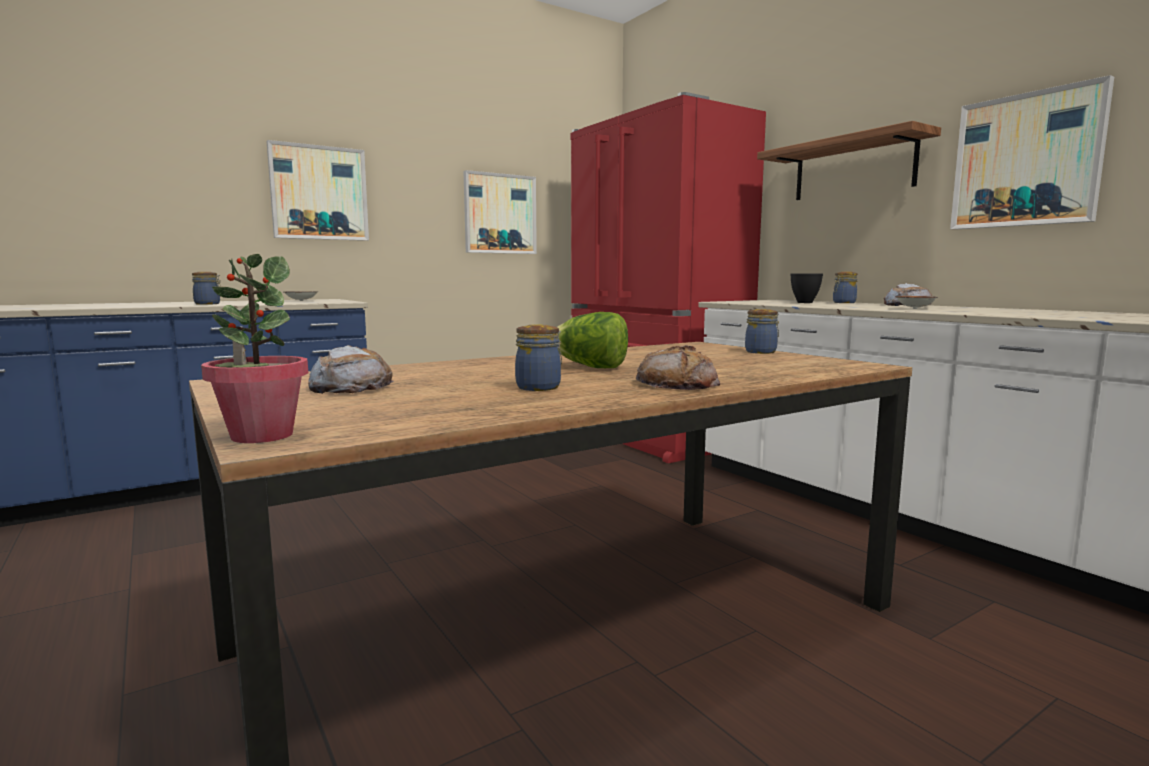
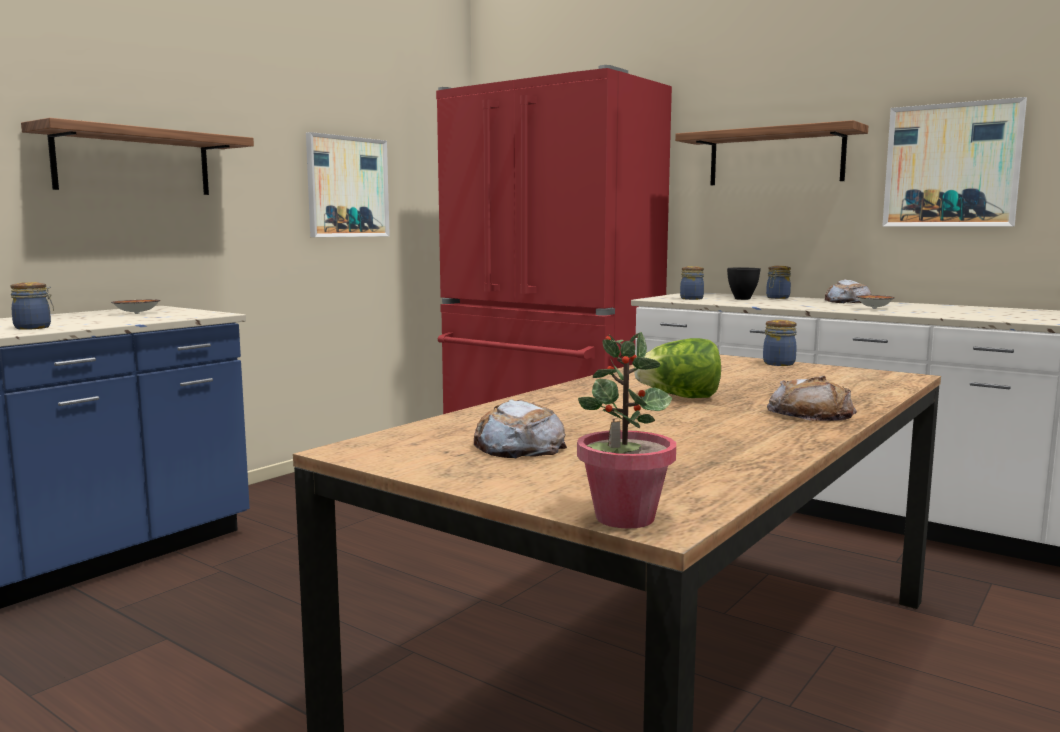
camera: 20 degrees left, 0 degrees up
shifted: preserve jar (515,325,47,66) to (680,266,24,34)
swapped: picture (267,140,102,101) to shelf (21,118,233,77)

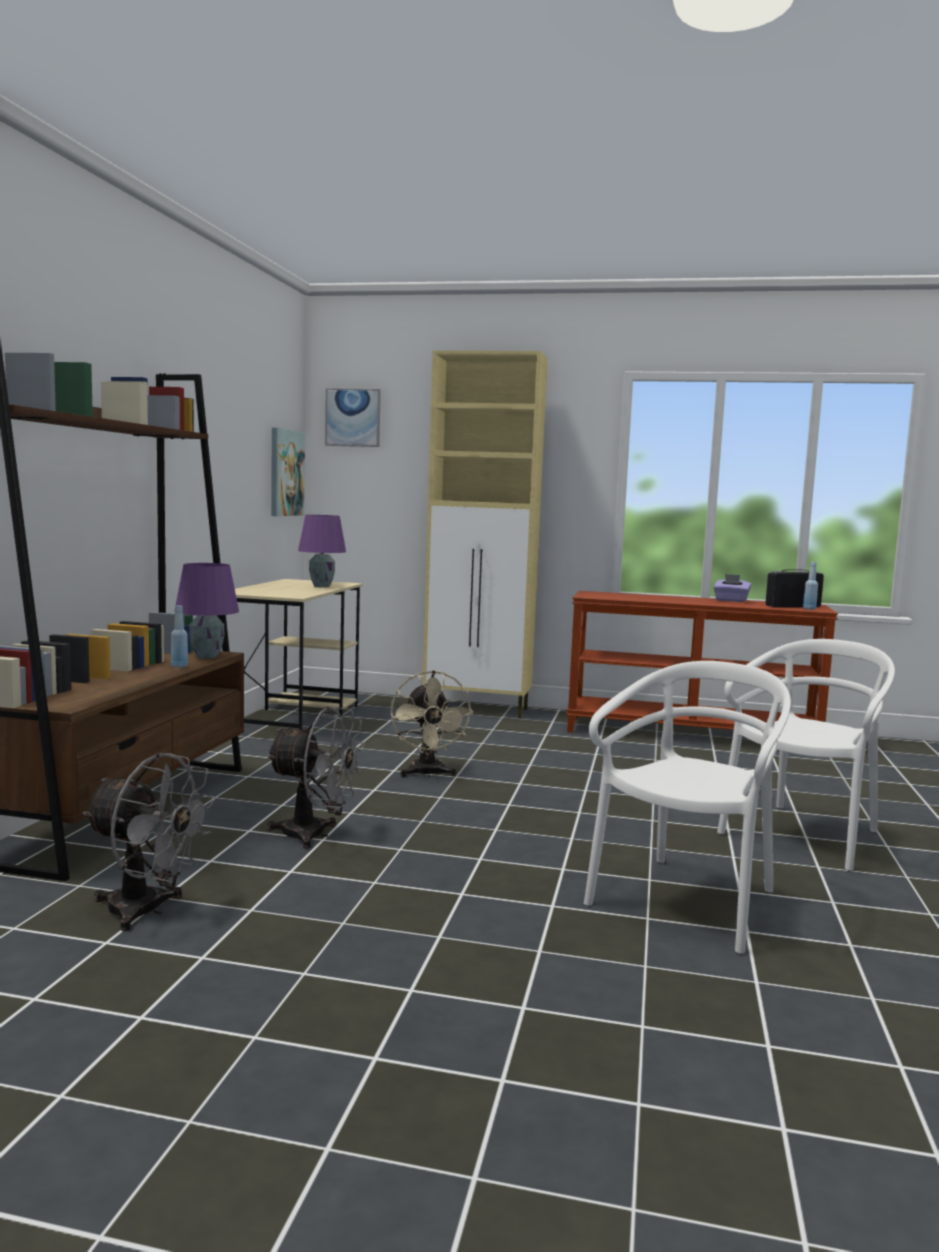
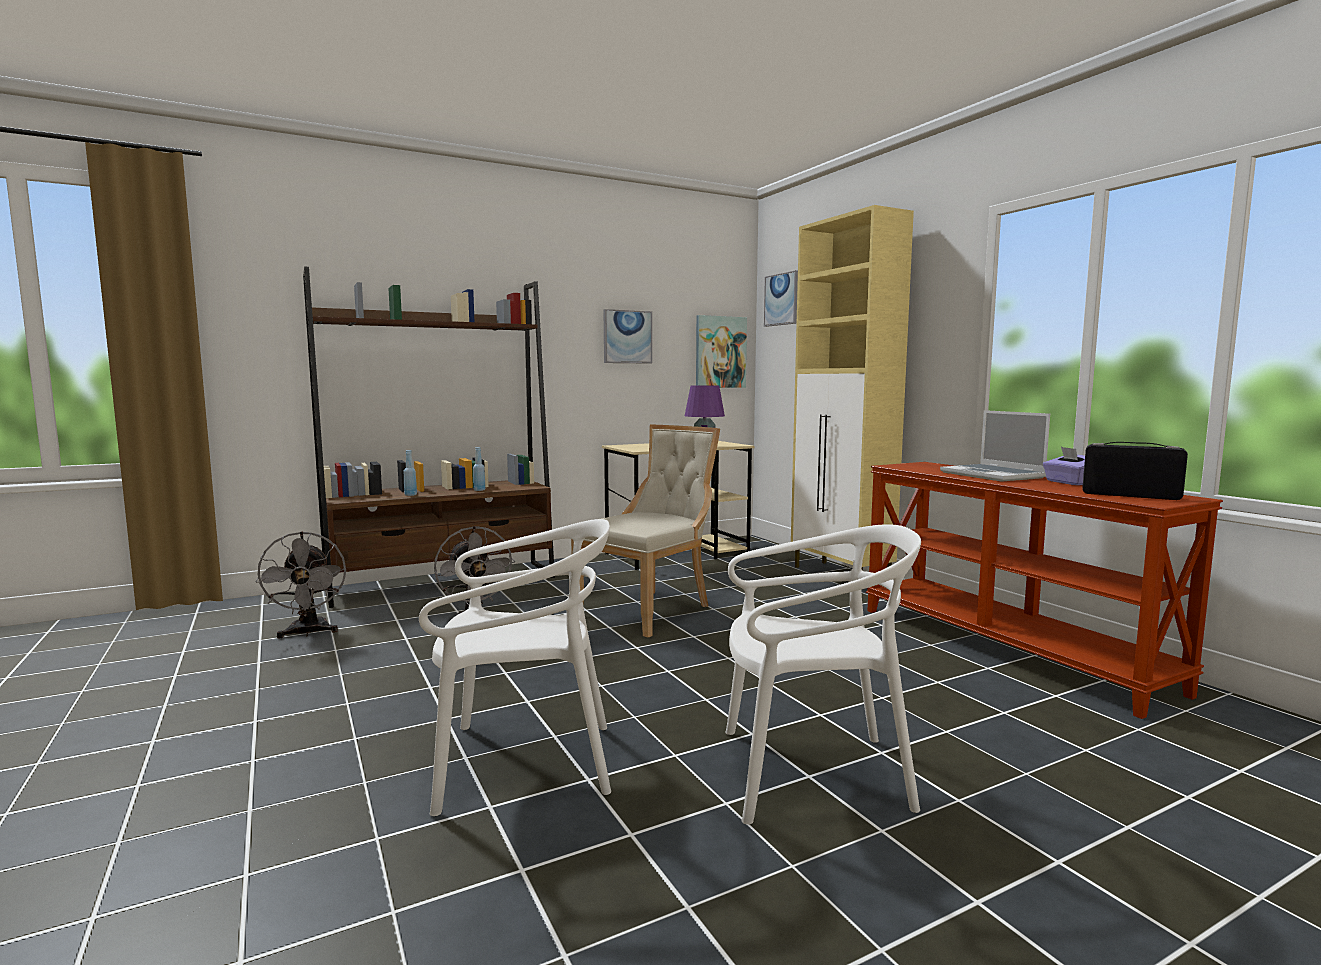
camera: 50 degrees right, 0 degrees up
gone: table lamp in purple (174,563,65,96)
new: picture (604,309,48,55); portable computer (940,410,110,72)
shifted: bottle in bluish (803,562,15,48) to (403,450,14,46)
swapped: cooling fan in beige-coloured (391,671,82,106) to upright chair in beige-coloured (571,425,149,213)

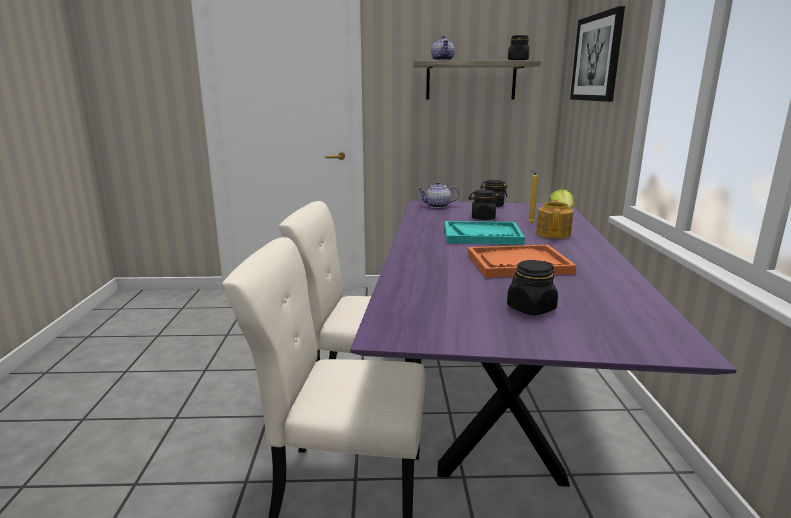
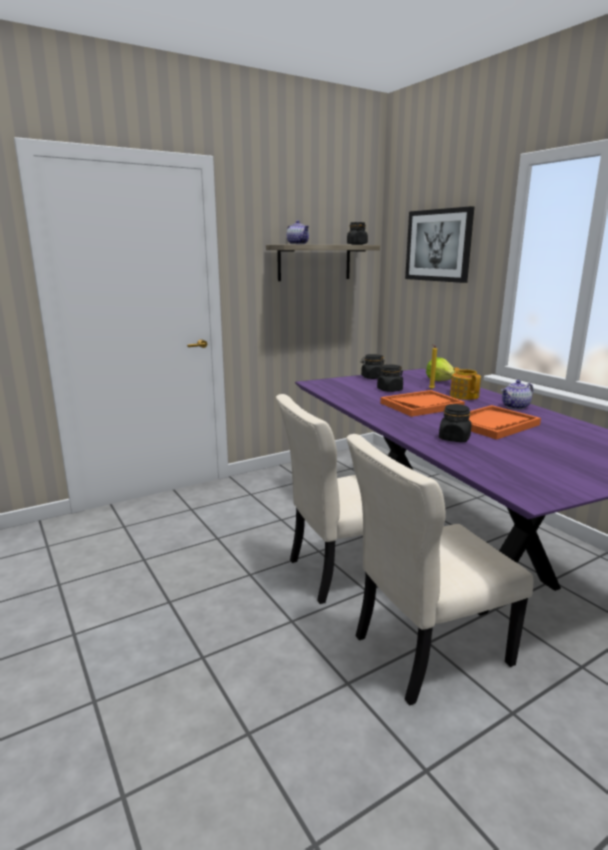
camera: 30 degrees left, 0 degrees up
shifted: teapot (417,182,42,26) to (501,380,32,30); preserve jar in black-coloured (507,260,51,55) to (439,404,33,38)
repainted: serving tray in turquoise (445,221,80,24) to serving tray in orange-coloured (380,390,85,27)

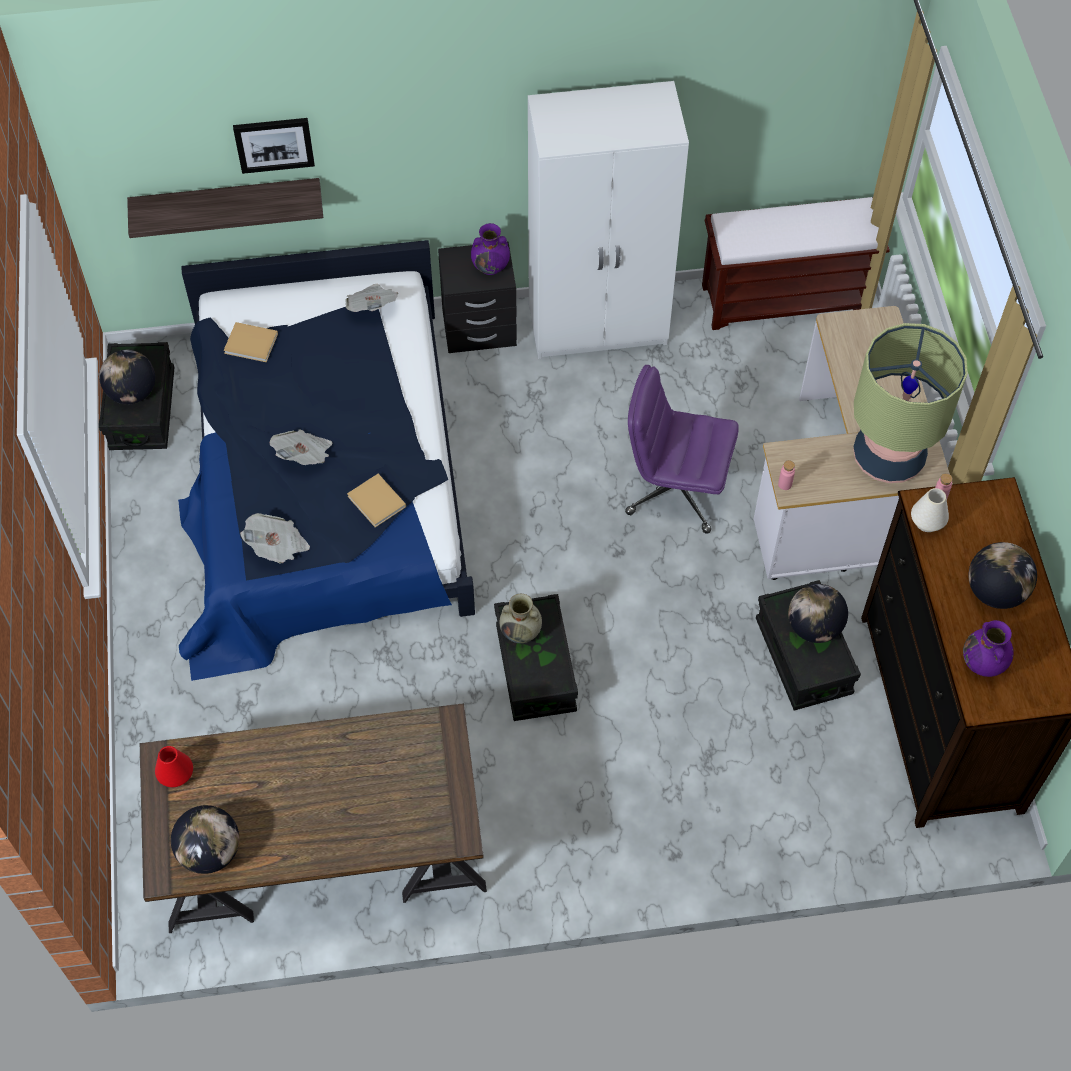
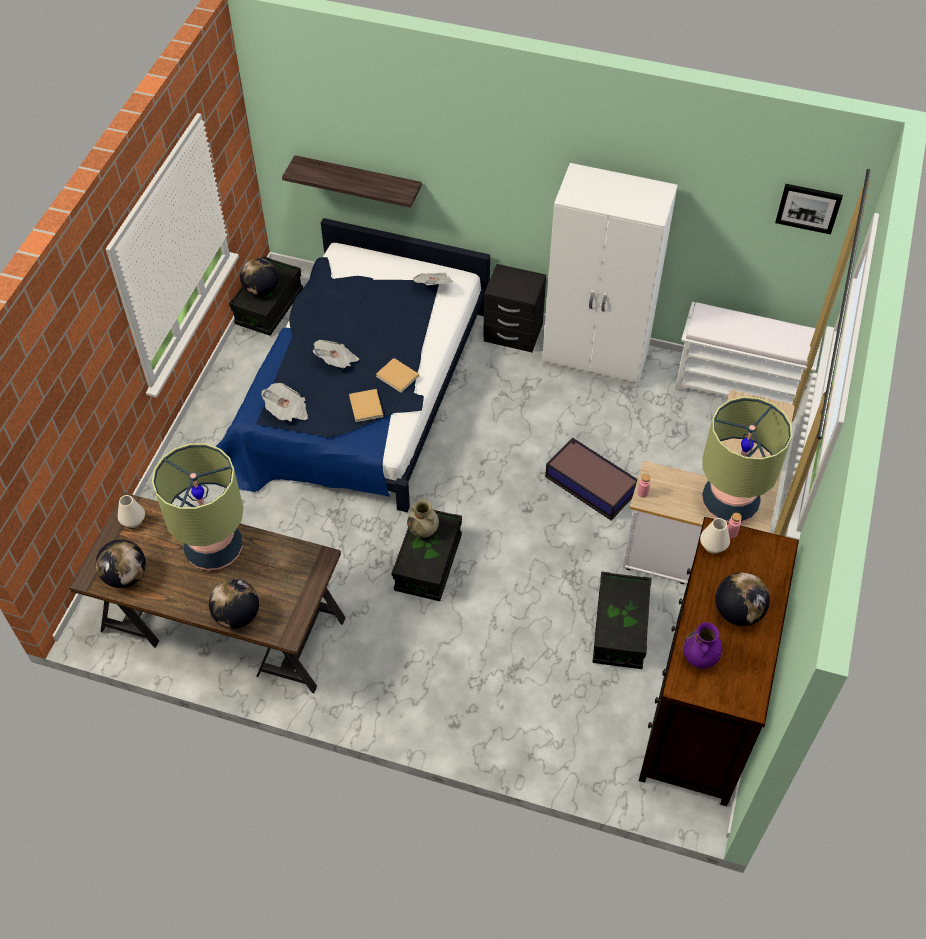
camera: 25 degrees right, 5 degrees down
gone: flower vase in purple (471,223,39,52)
new: table lamp (152,443,91,128)
shifted: bound book in beige-coloured (224,322,54,40) to (376,358,43,35); picture (233,118,82,56) to (775,184,68,51); world globe (788,584,60,59) to (209,579,50,50)
swapped: computer chair in purple (625,365,114,169) to storage box (545,437,93,84)
repainted: flower vase in red-coloured (155,746,38,41) to flower vase in whitish (118,495,27,33); bench in brown (702,197,188,133) to bench in whitish (675,302,148,102)

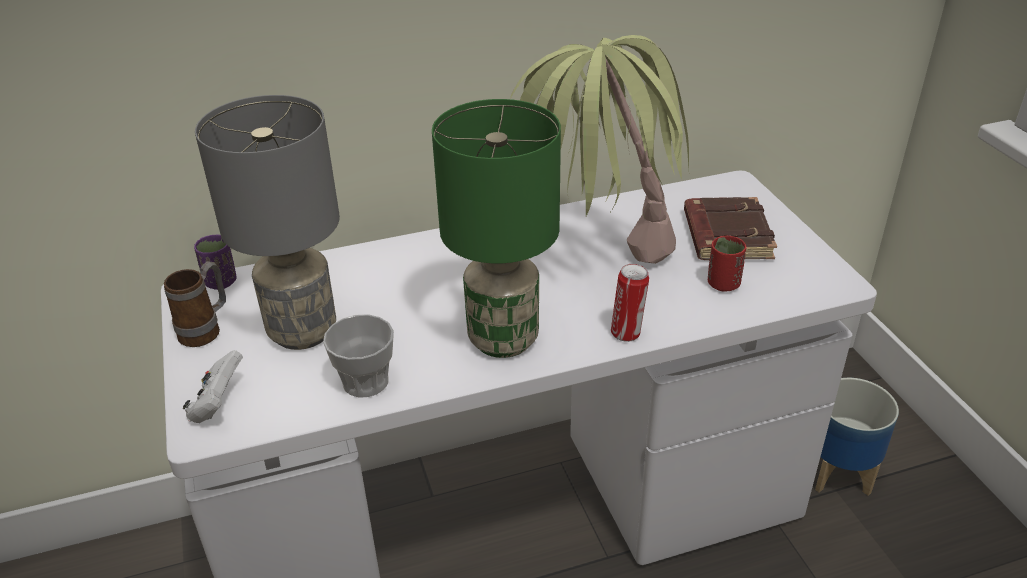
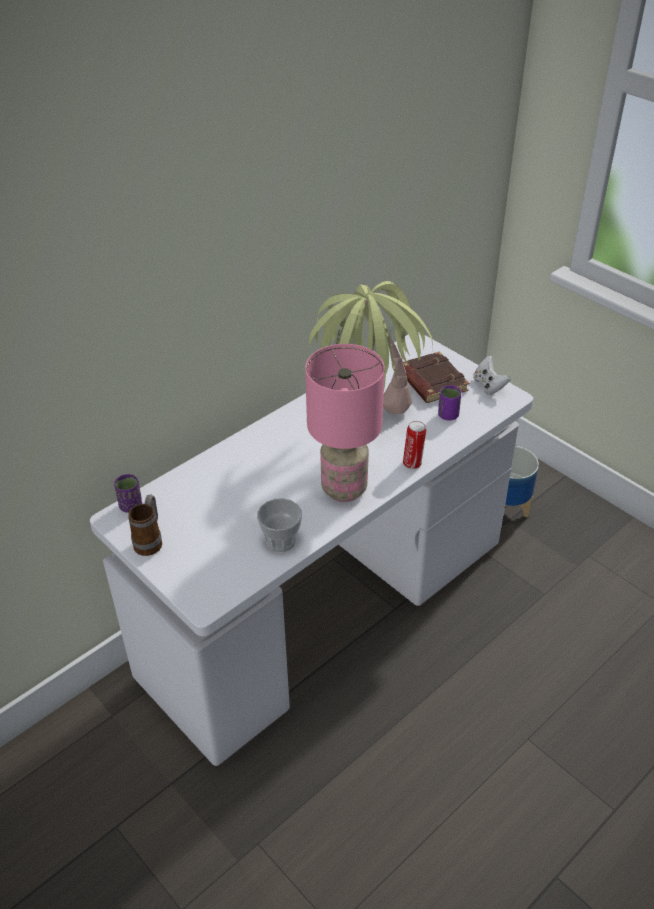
camera: 25 degrees left, 5 degrees up
gone: table lamp in grey (195,95,145,255)
shifted: game controller in whitish (183,350,60,73) to (473,356,38,39)
repainted: table lamp in green-coloured (432,99,129,259) to table lamp in pink-coloured (305,344,80,158); drinking cup in red-coloured (708,236,39,56) to drinking cup in purple (438,385,23,36)

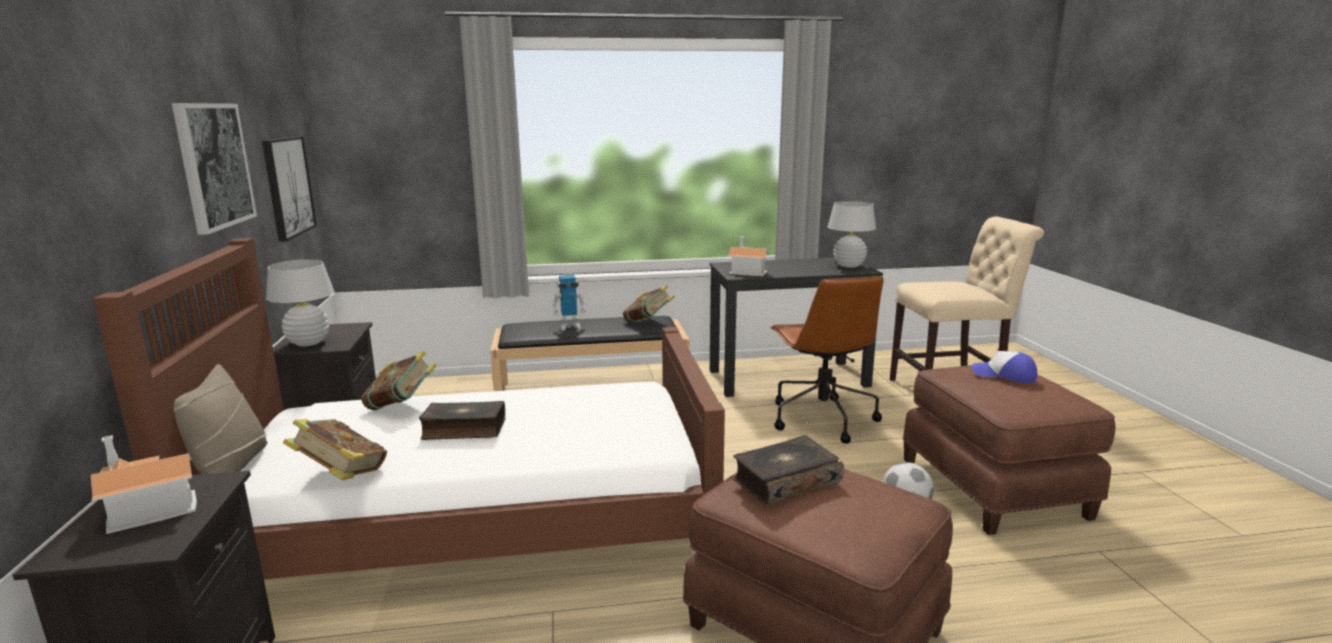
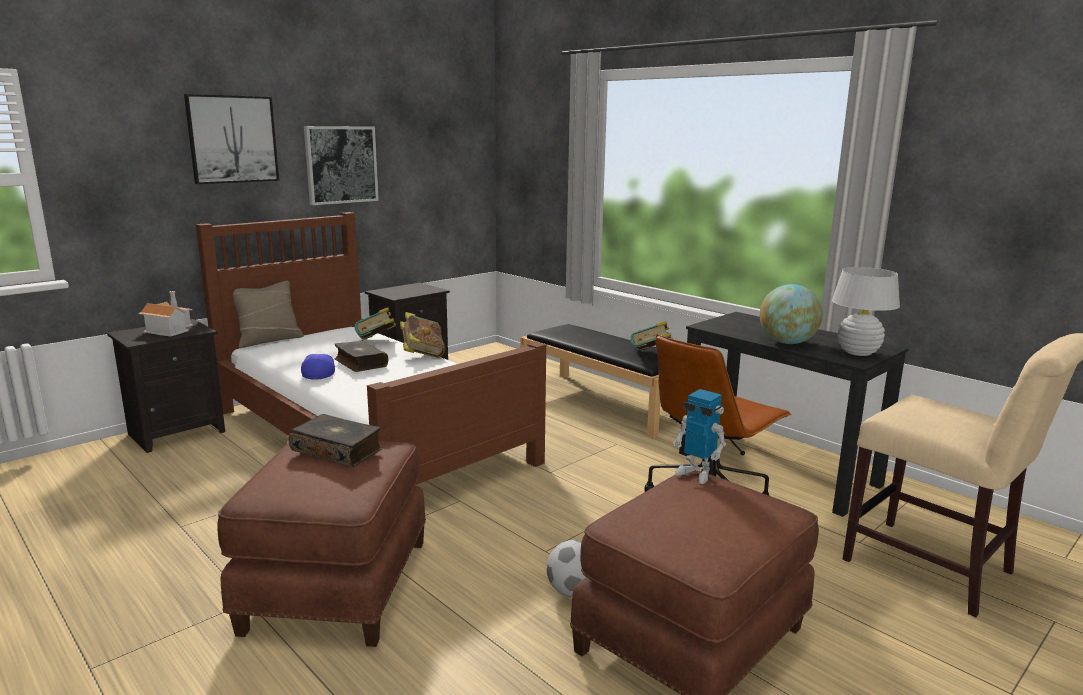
camera: 55 degrees right, 0 degrees up
gone: table lamp in whitish (266,260,68,86); toy house (728,236,41,40)
new: world globe (760,284,63,60)
shifted: picture (262,137,55,105) to (184,94,95,90); bound book (283,419,104,61) to (400,312,45,46); toy robot (553,275,33,56) to (673,389,53,95); cap (972,351,65,32) to (301,350,34,30)

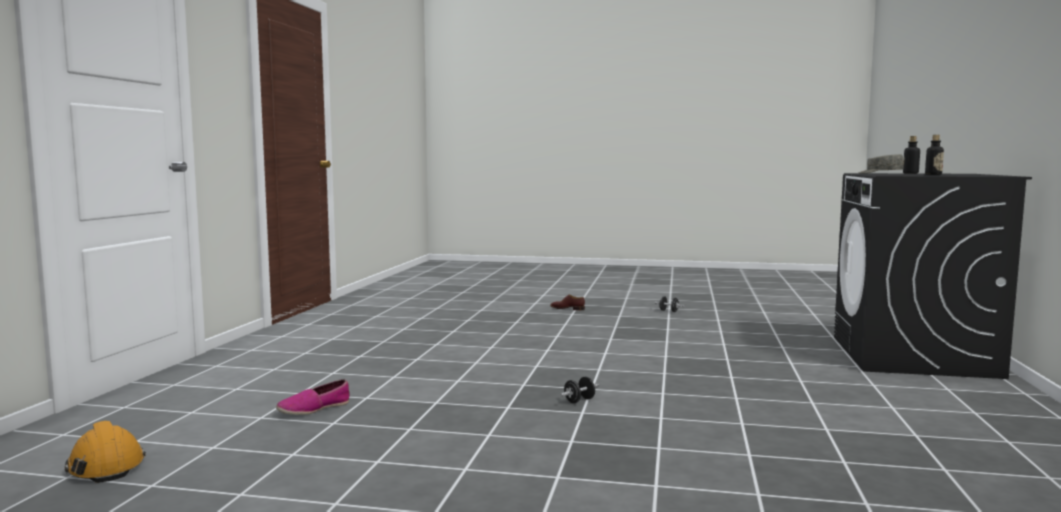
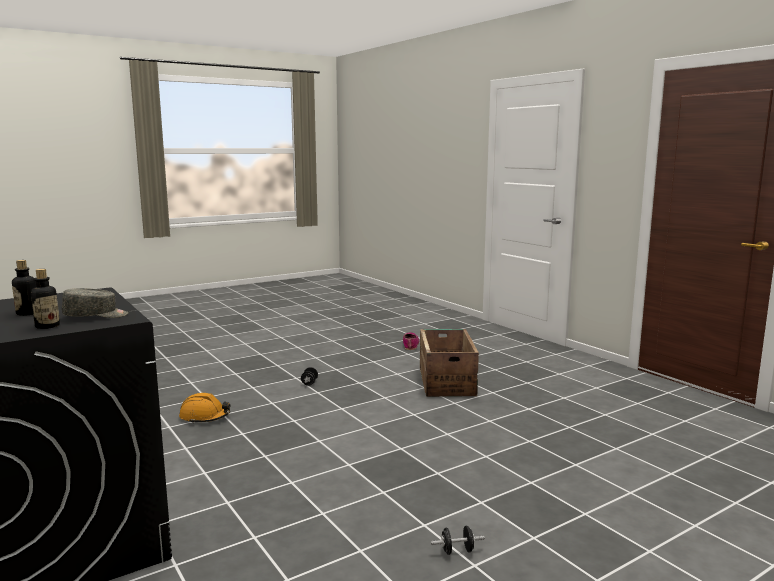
camera: 135 degrees right, 5 degrees up
gone: item of footwear in brown (550,295,35,15)
new: shipping crate (420,329,59,68)
shifted: hard hat in orange-coloured (65,421,81,62) to (179,393,52,31)

